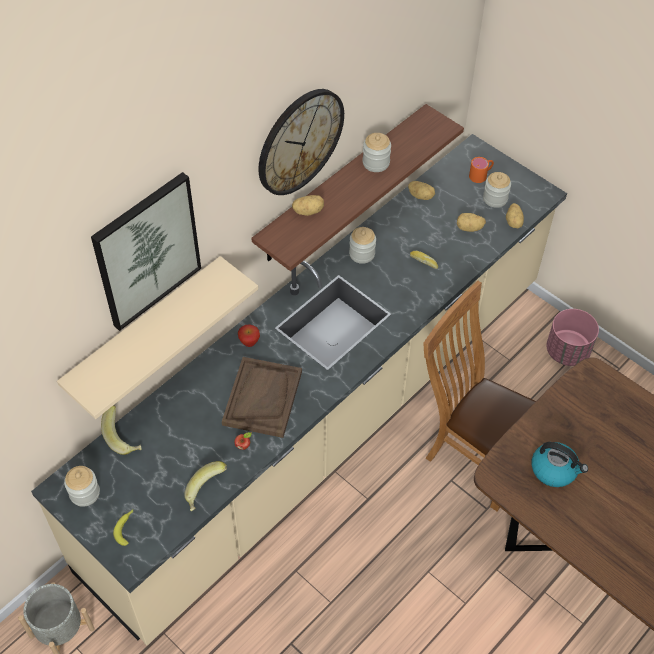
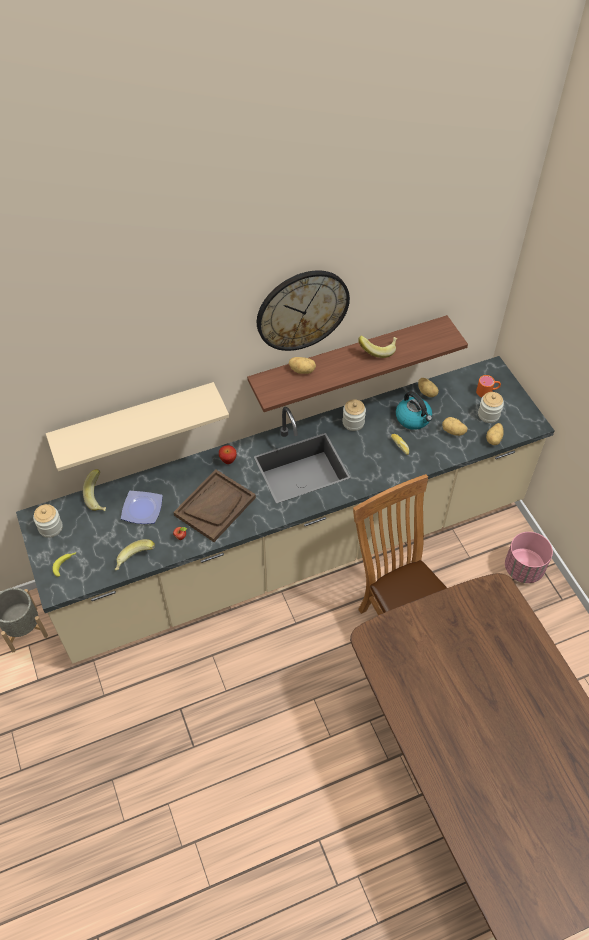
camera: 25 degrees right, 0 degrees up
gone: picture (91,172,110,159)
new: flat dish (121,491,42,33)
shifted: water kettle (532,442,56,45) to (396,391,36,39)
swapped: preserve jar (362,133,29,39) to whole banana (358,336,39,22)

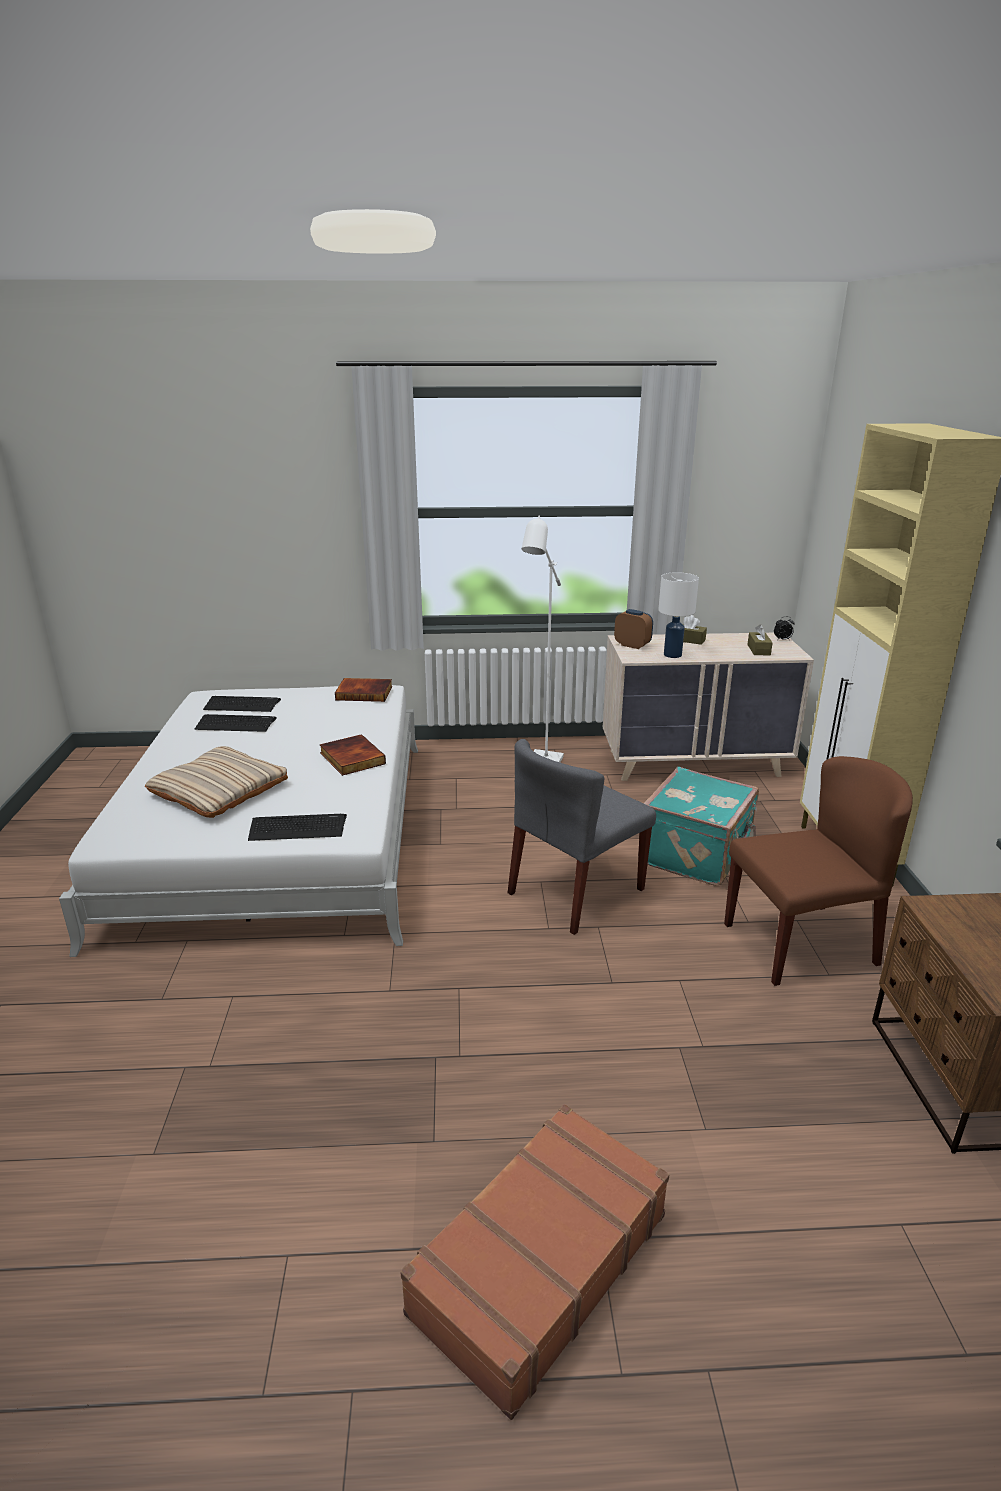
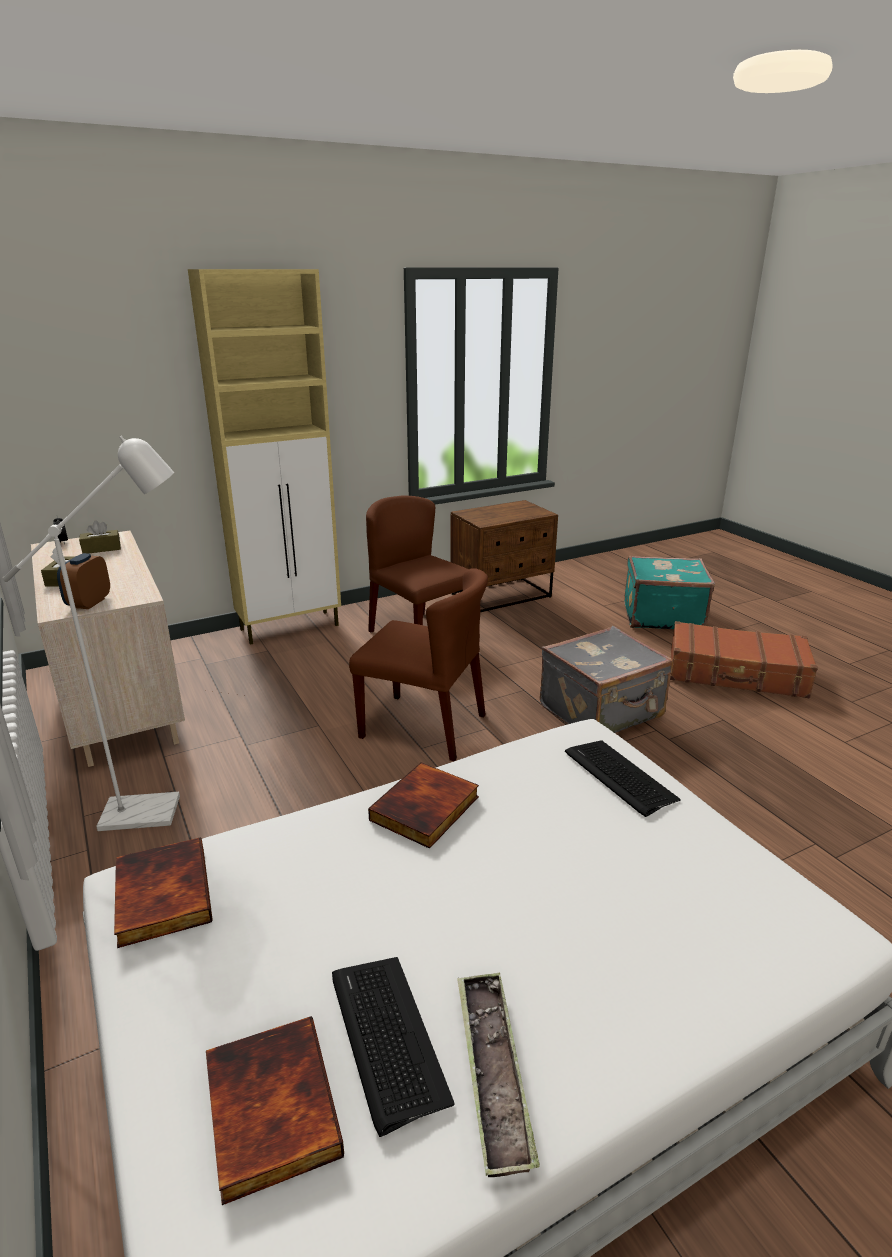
camera: 115 degrees left, 0 degrees up
gone: pillow in beige-coloured (145,746,143,72); table lamp in whitish (658,572,41,86)
new: serving tray (457,972,83,205); travel case in grey (540,626,133,107)
shifted: travel case in turquoise (638,767,121,119) to (624,556,91,73)
swapped: keyboard (203,696,78,16) to bound book (206,1016,138,189)
repainted: upright chair in grey (508,739,148,196) to upright chair in brown (349,568,139,193)

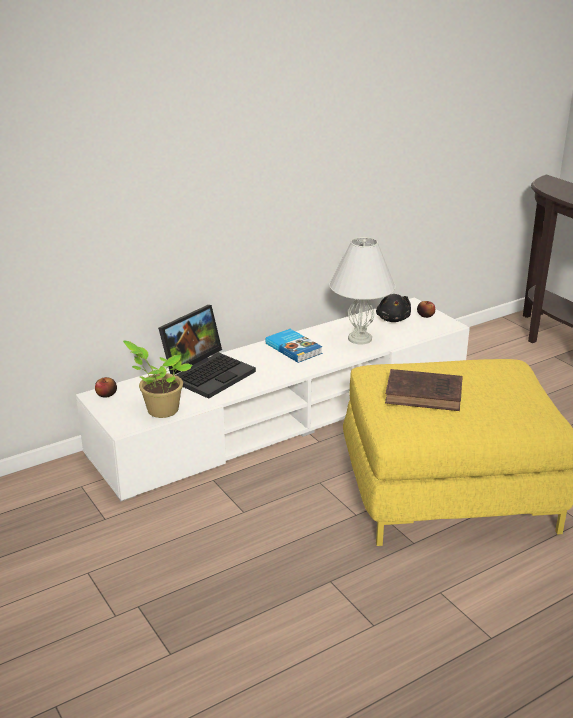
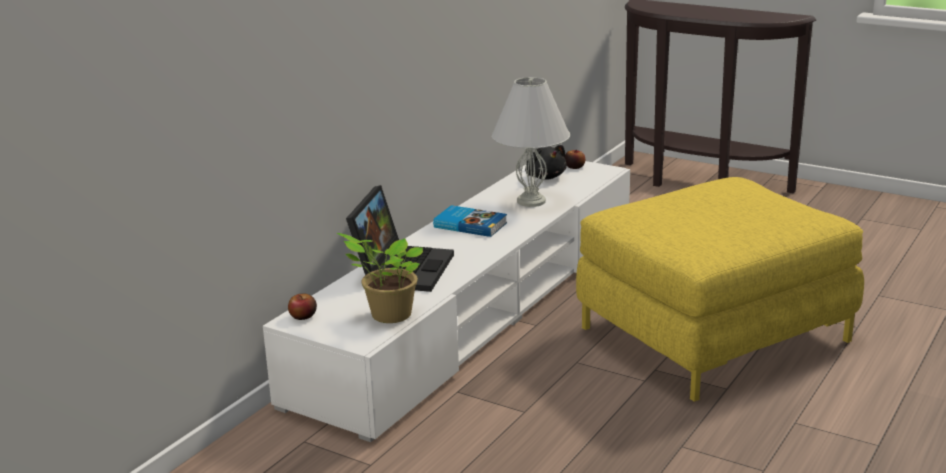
camera: 25 degrees left, 5 degrees down
gone: bound book in brown (385,369,78,42)

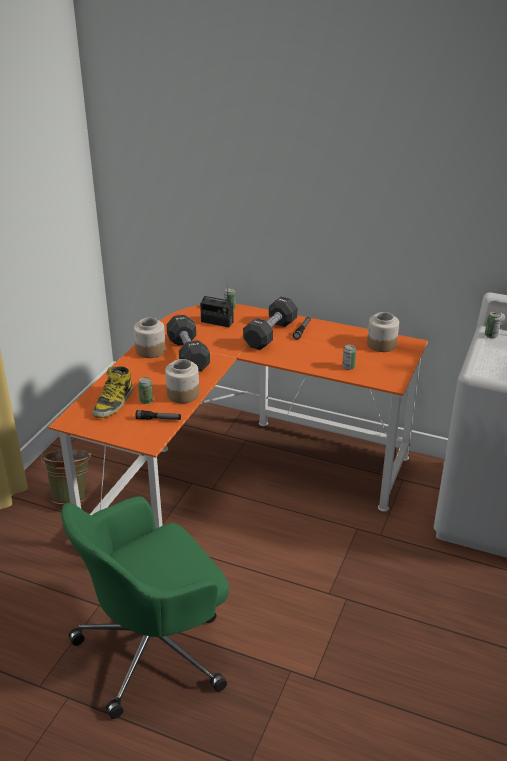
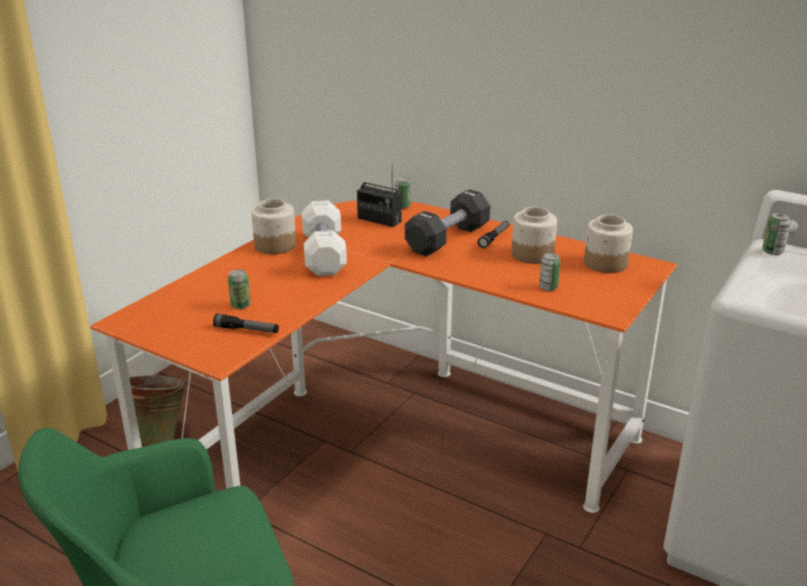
camera: 10 degrees right, 5 degrees down
gone: high-top boot (92,366,41,52)
shifted: preserve jar (165,359,34,44) to (511,207,46,57)
repainted: dumbbell in black-coloured (166,315,44,56) to dumbbell in whitish (301,200,46,76)

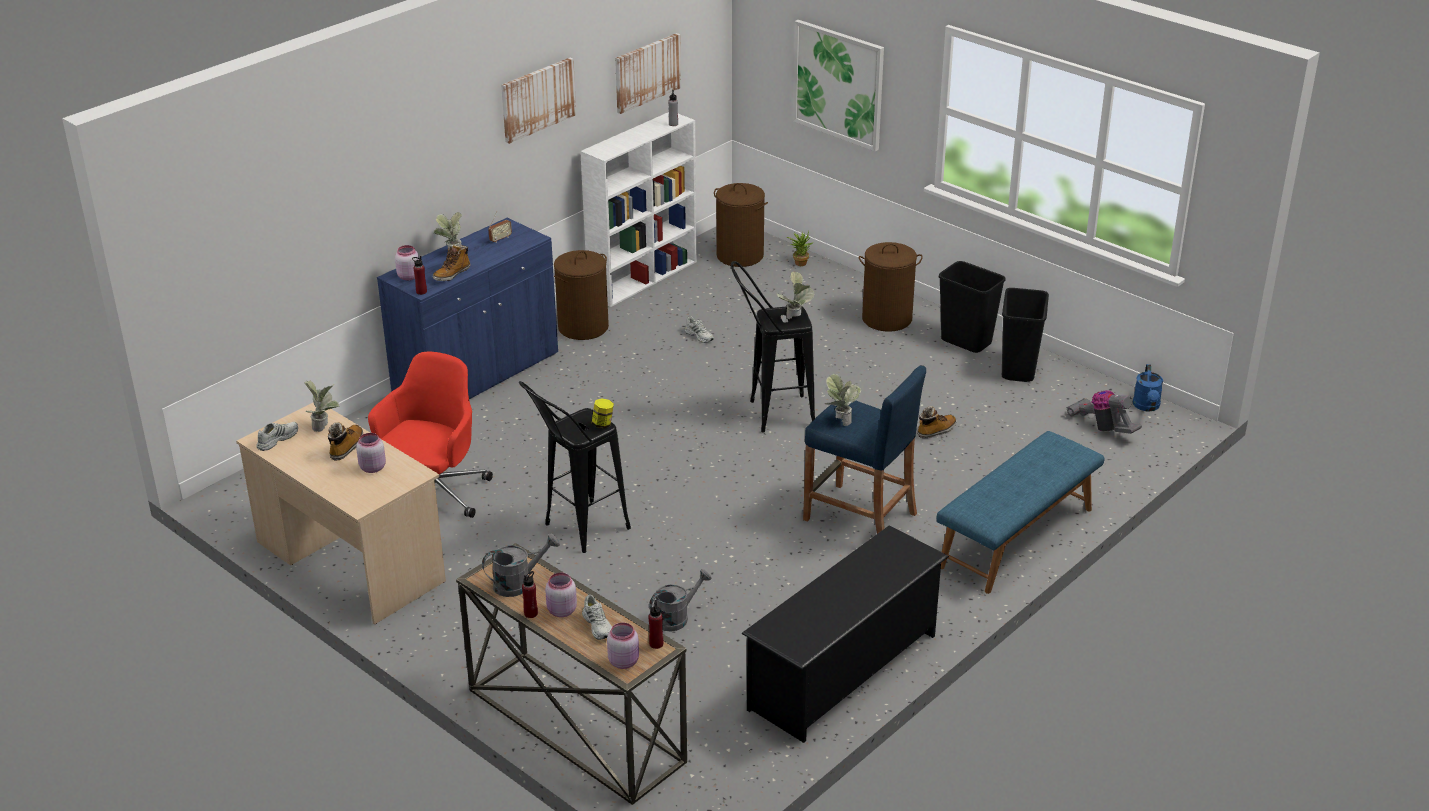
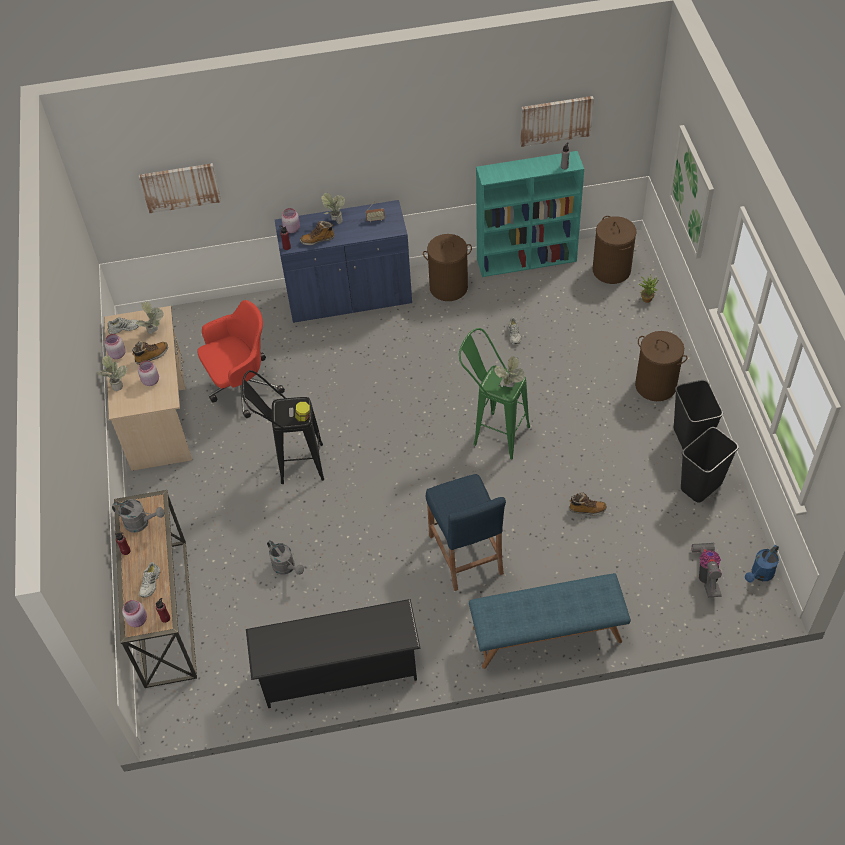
camera: 40 degrees right, 20 degrees up
shifted: picture (501,58,75,86) to (139,163,82,50); preserve jar in pink-coloured (545,573,32,44) to (104,334,22,25); plant in a pot (824,374,37,52) to (97,355,31,36)
repainted: bookshelf in whitish (580,112,117,195) to bookshelf in turquoise (476,151,108,126); sitting stool in black-coloured (731,261,84,171) to sitting stool in green-coloured (459,328,71,131)
rotated: sprinkling can in grey (649,569,62,62) = (267,540,37,35) 45 degrees clockwise

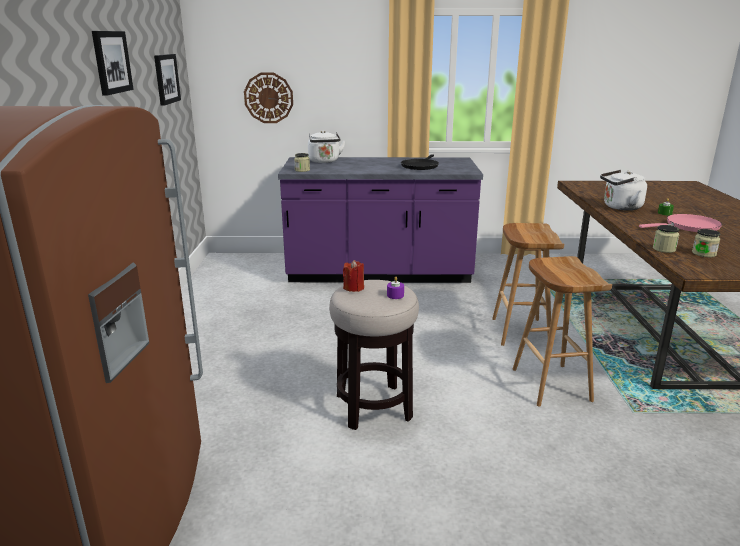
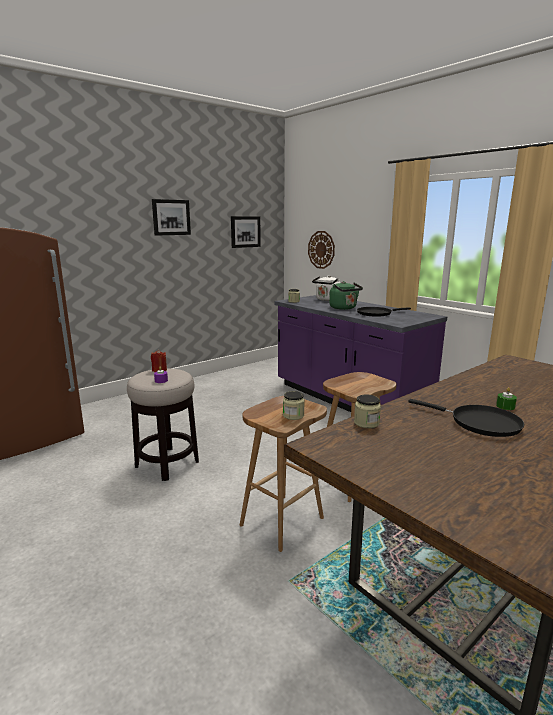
camera: 50 degrees right, 5 degrees down
gone: water kettle in whitish (600,170,47,41)
new: water kettle in green-coloured (329,281,34,29)
shifted: preserve jar (692,229,28,28) to (283,391,22,29)
repainted: skillet in pink-coloured (639,214,83,18) to skillet in black-coloured (409,399,115,38)

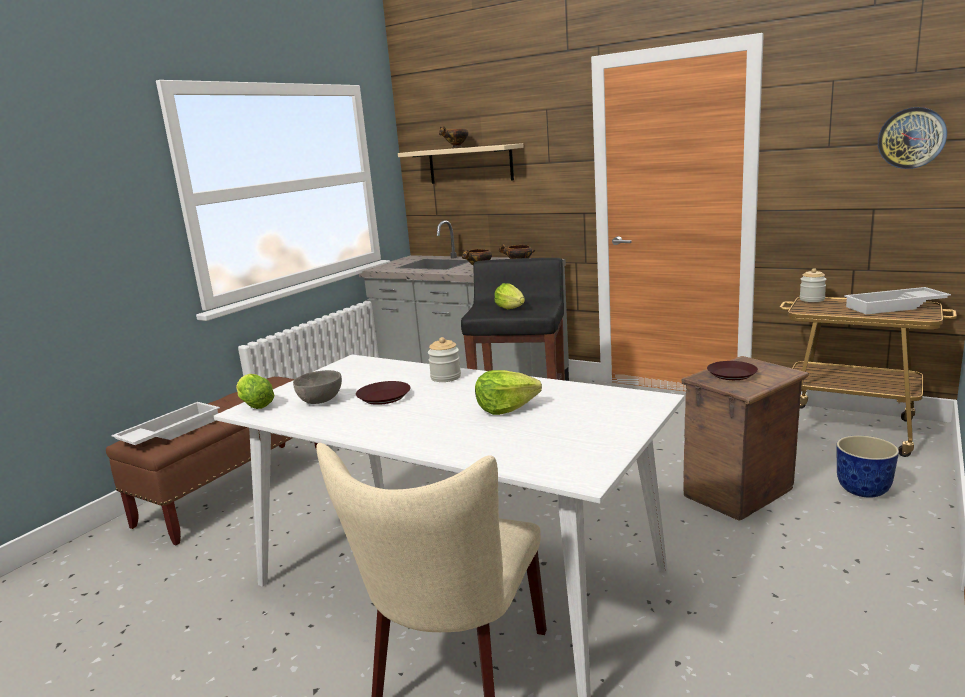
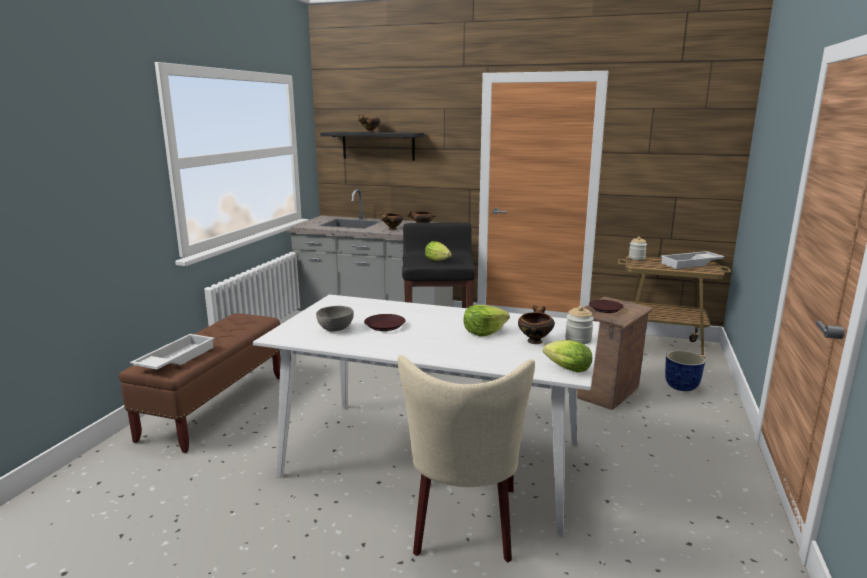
camera: 15 degrees left, 0 degrees up
gone: hanging clock (878,107,69,62)
new: serving bowl (518,305,37,39)
shifted: lettuce (236,374,38,35) to (543,340,49,33); preserve jar (428,337,33,45) to (565,306,29,38)
repainted: shelf in beige-coloured (398,143,125,41) to shelf in black-coloured (320,132,104,29)

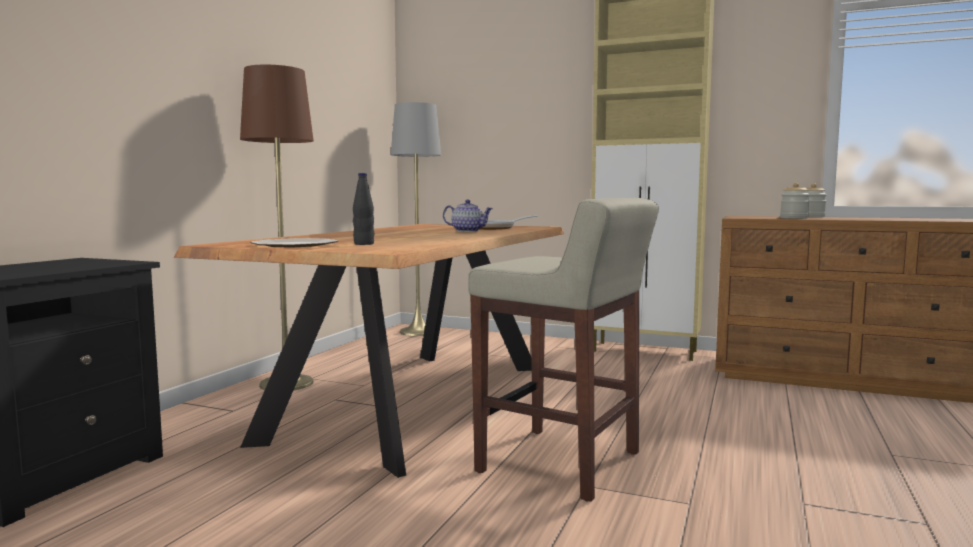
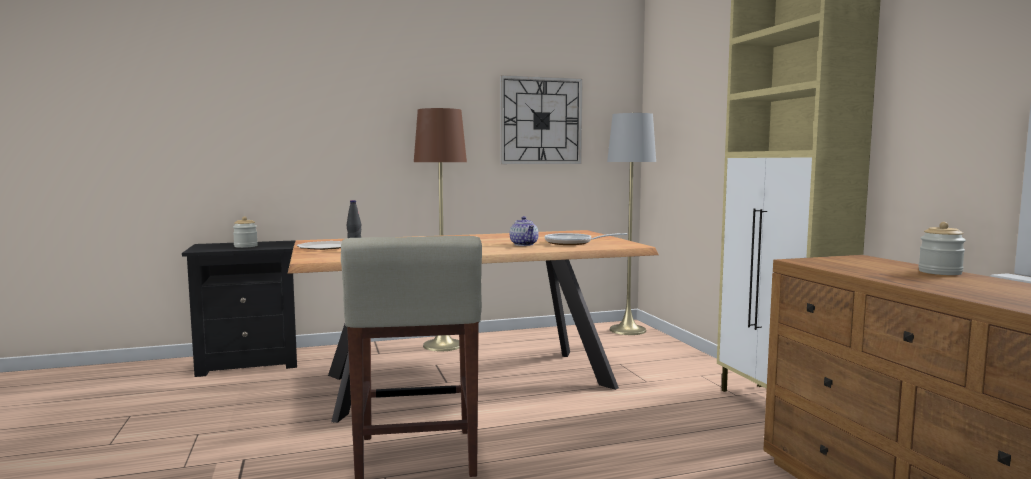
camera: 50 degrees right, 0 degrees up
new: hanging clock (500,75,83,89)
shifted: preserve jar (780,183,30,36) to (233,216,25,32)

